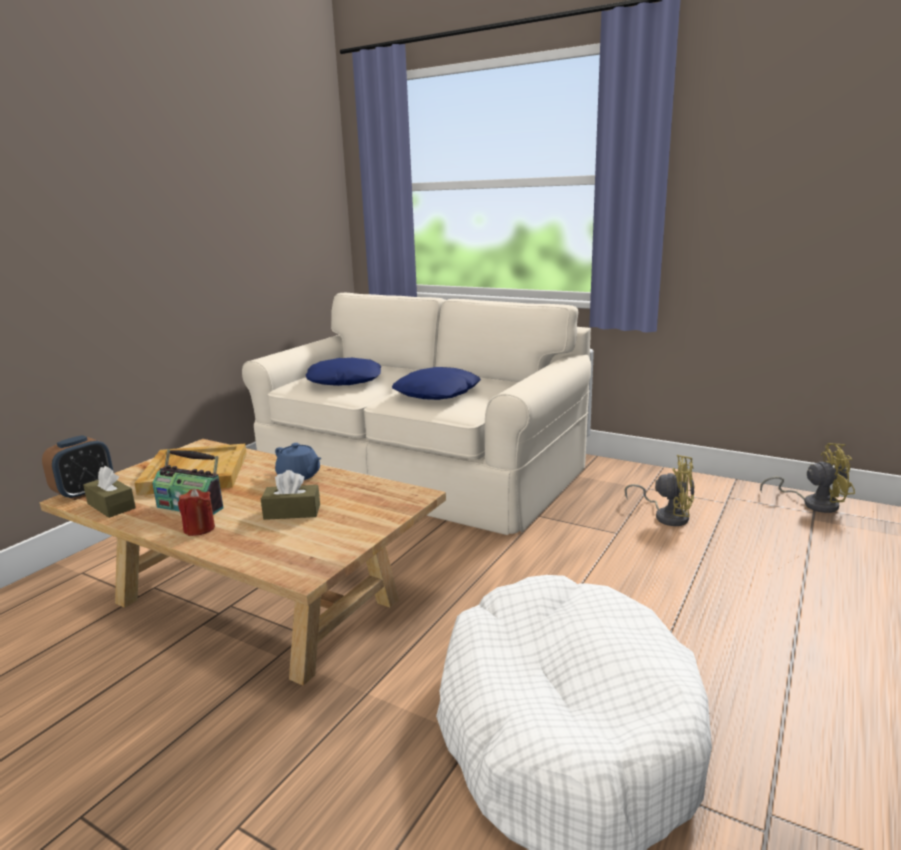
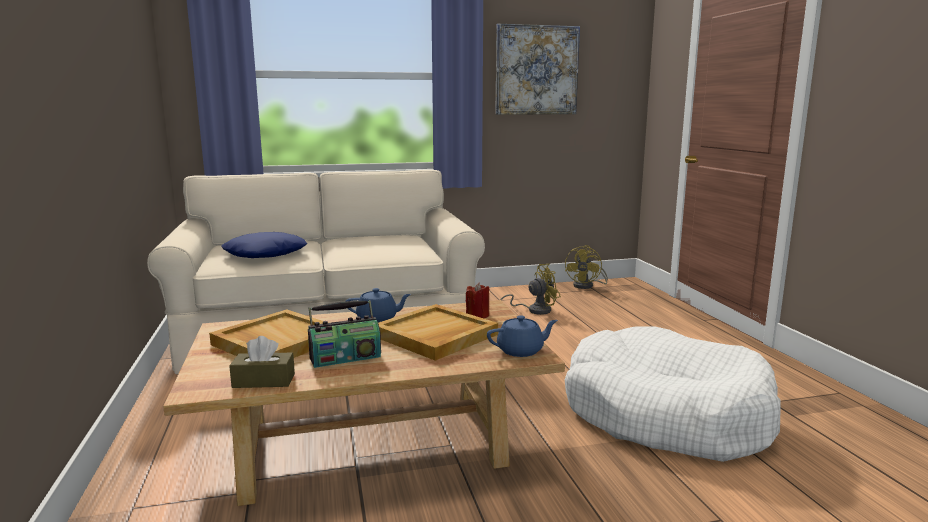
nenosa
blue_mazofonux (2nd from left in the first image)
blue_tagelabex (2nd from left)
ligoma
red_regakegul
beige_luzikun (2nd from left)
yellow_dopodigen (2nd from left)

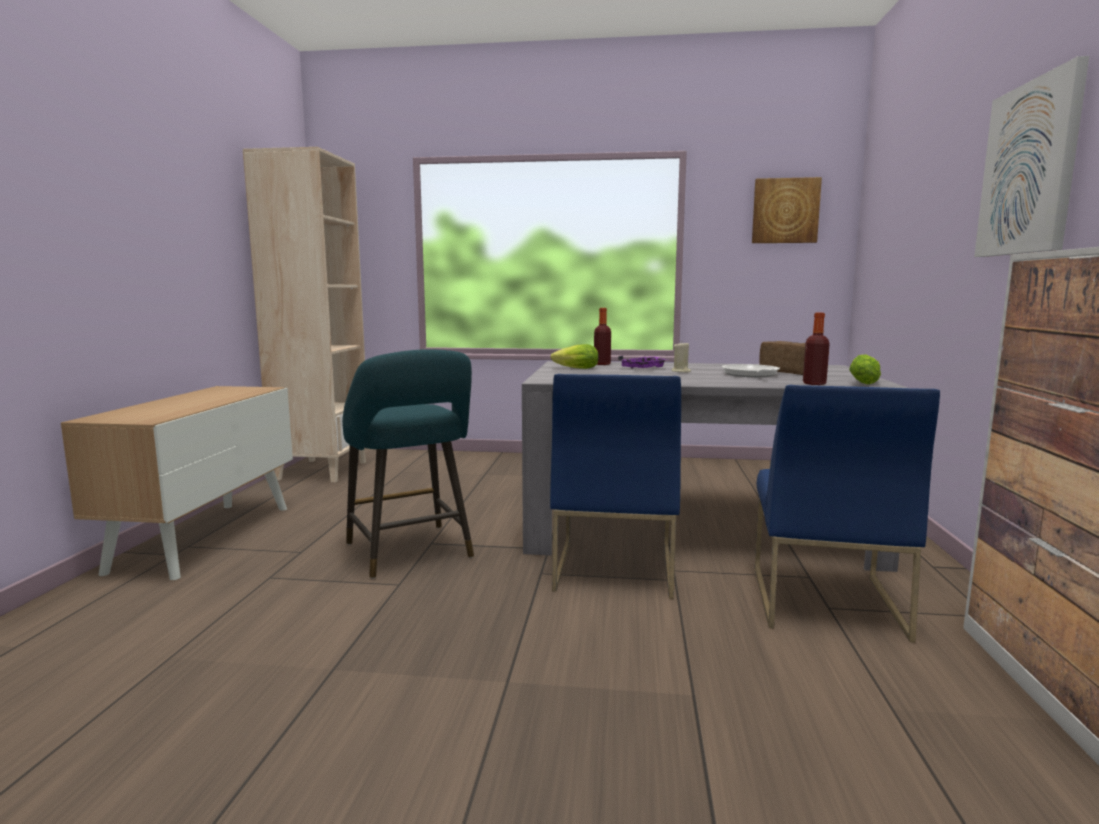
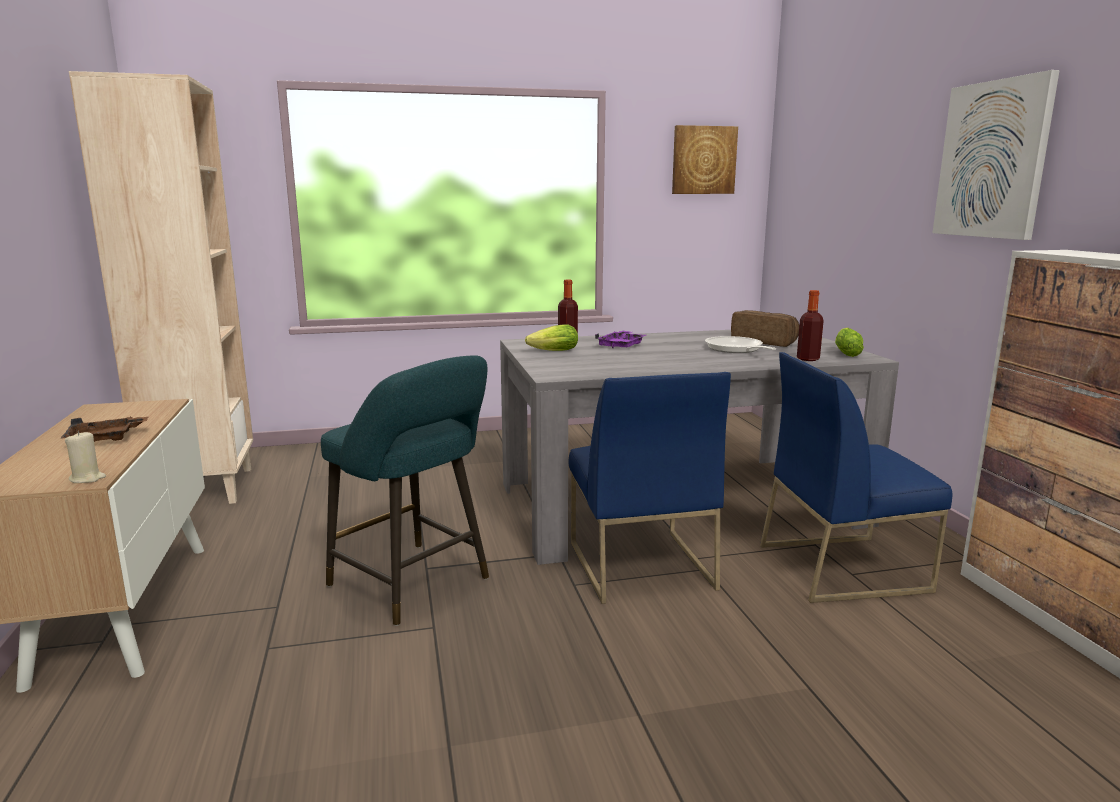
brown_luzikun
beige_regakegul
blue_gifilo (2nd from left)

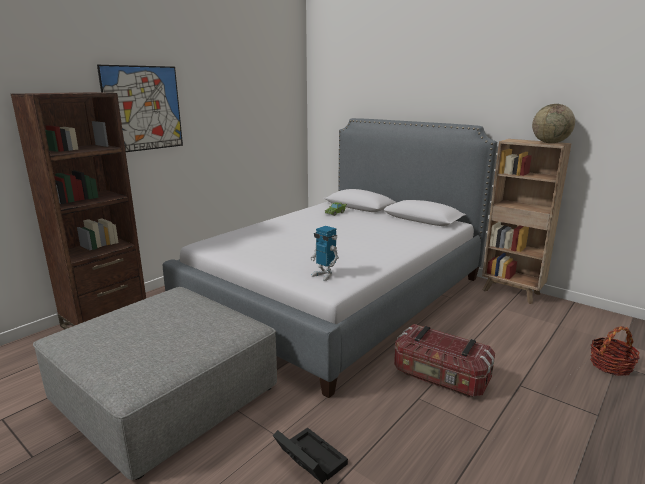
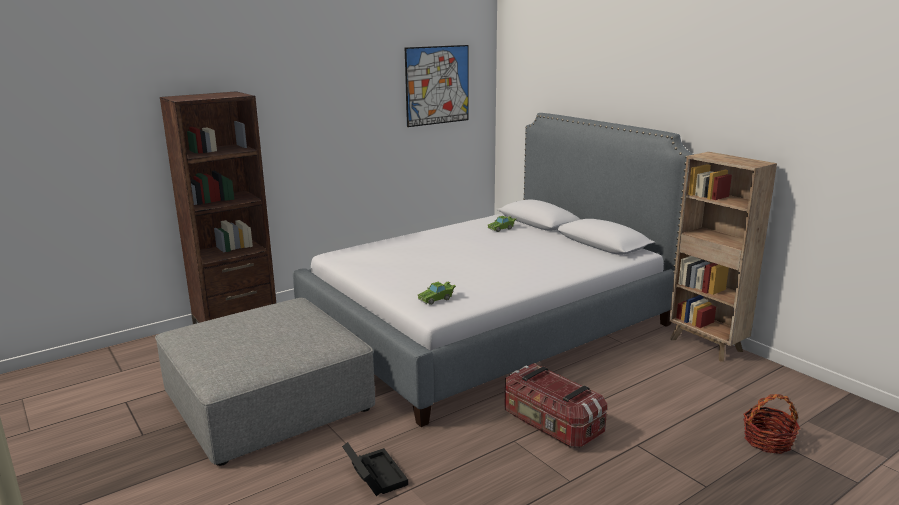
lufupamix
ligoma
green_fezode (1st from left)

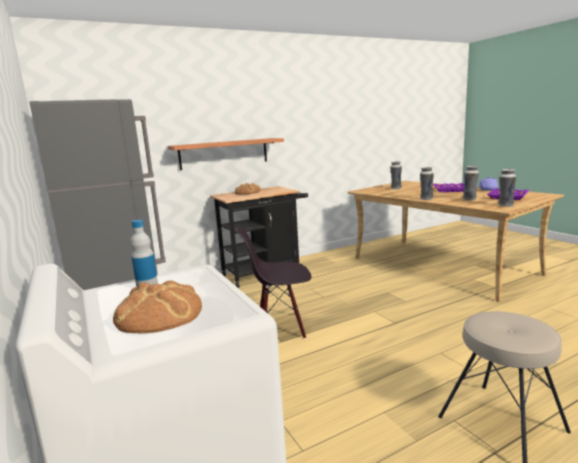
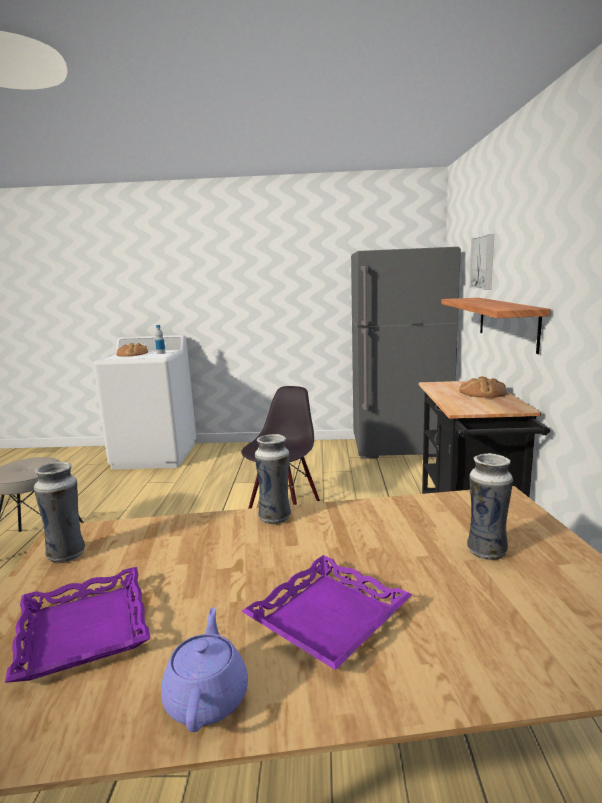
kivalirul (3rd from left in the first image)
ligoma

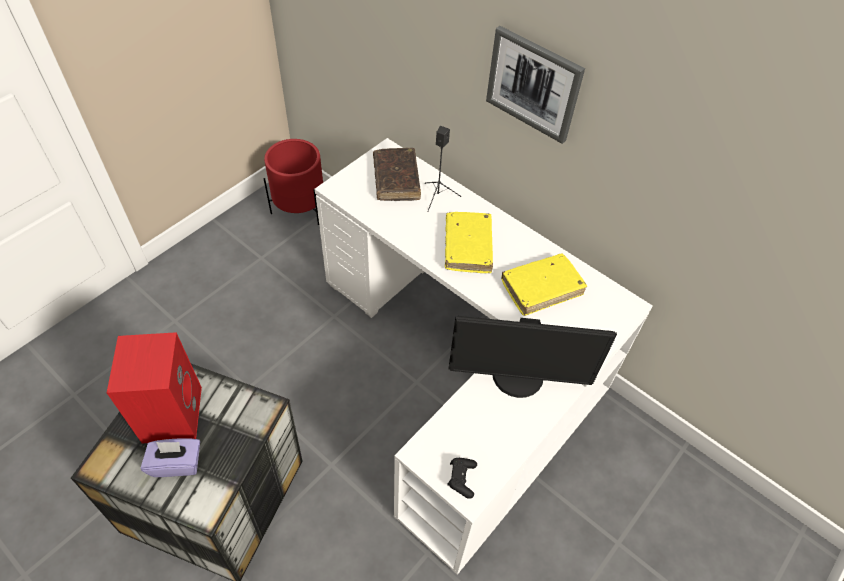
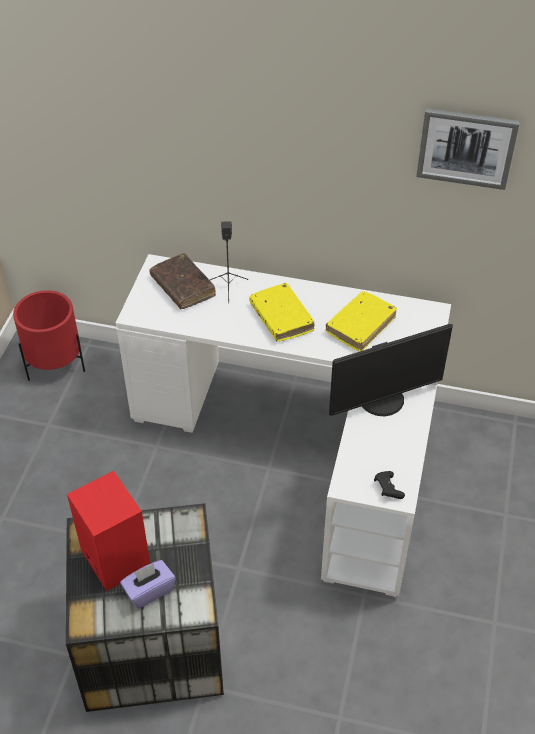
ligoma

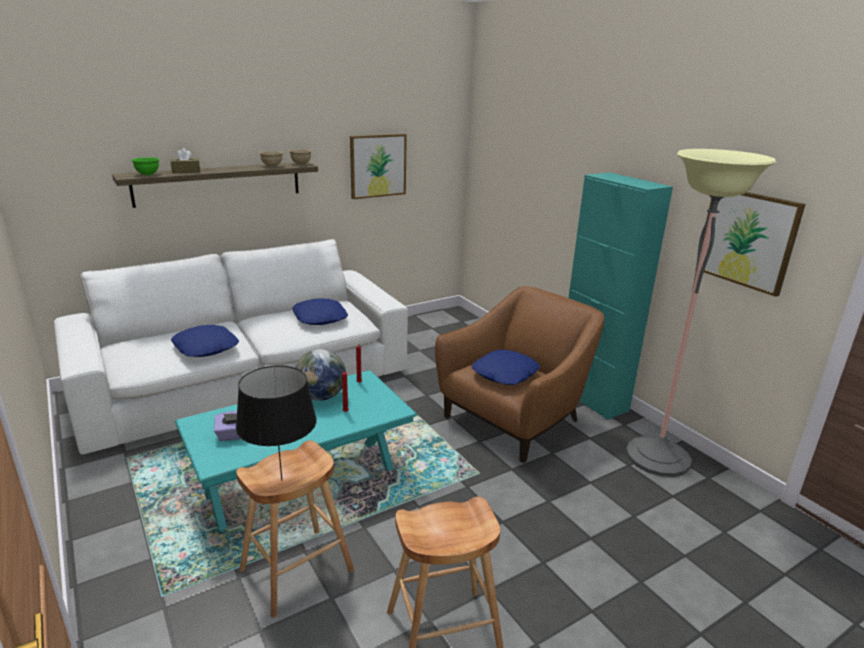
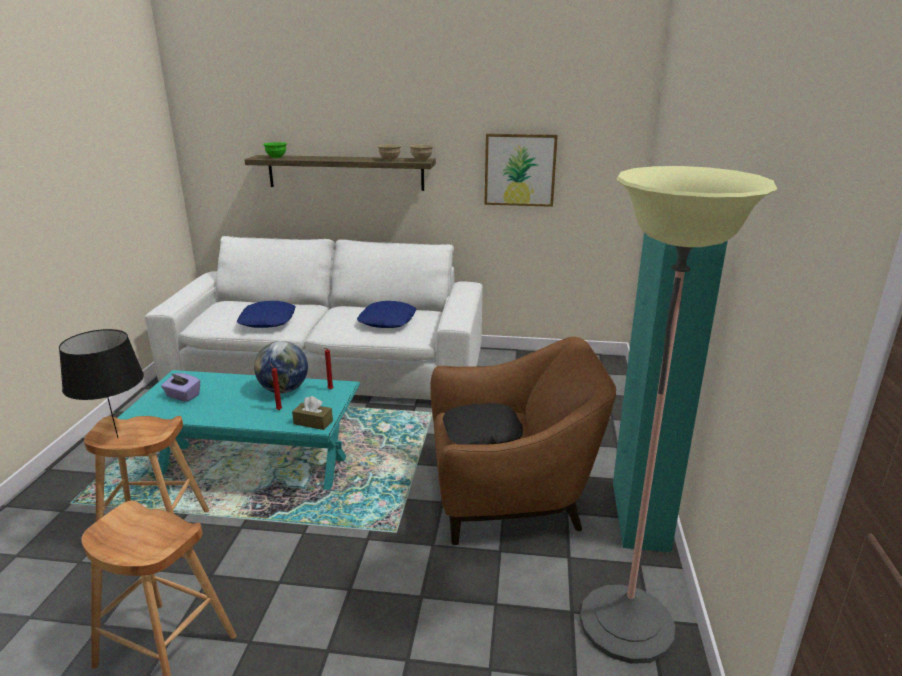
ligoma (2nd from left in the first image)
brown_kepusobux
black_mazofonux

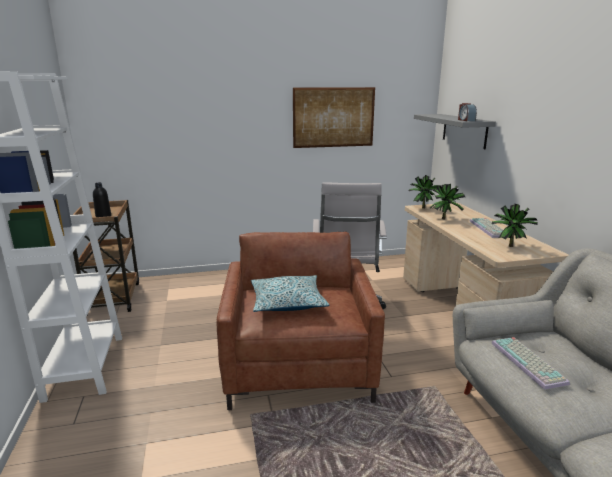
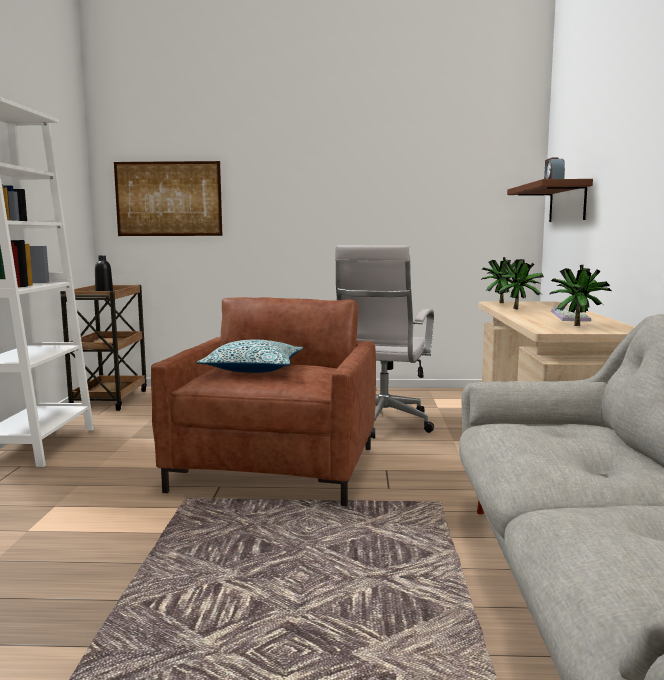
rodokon (2nd from left in the first image)
ligoma
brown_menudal

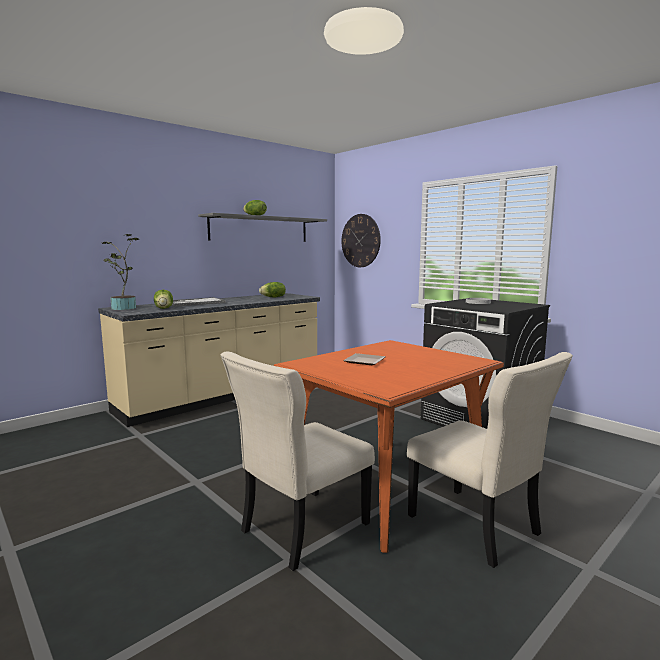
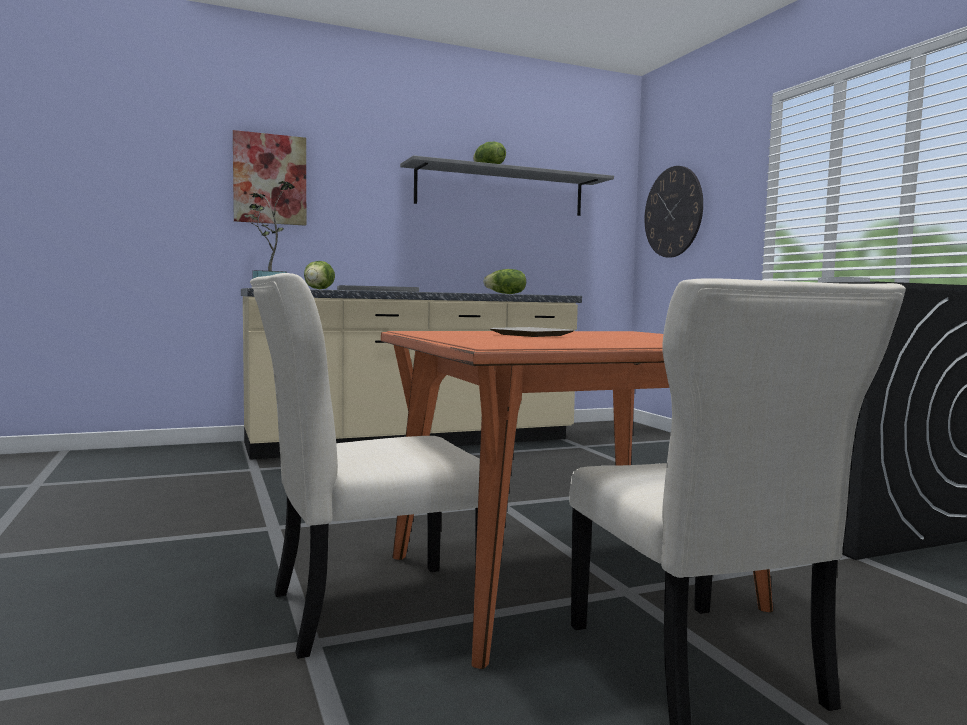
ligoma

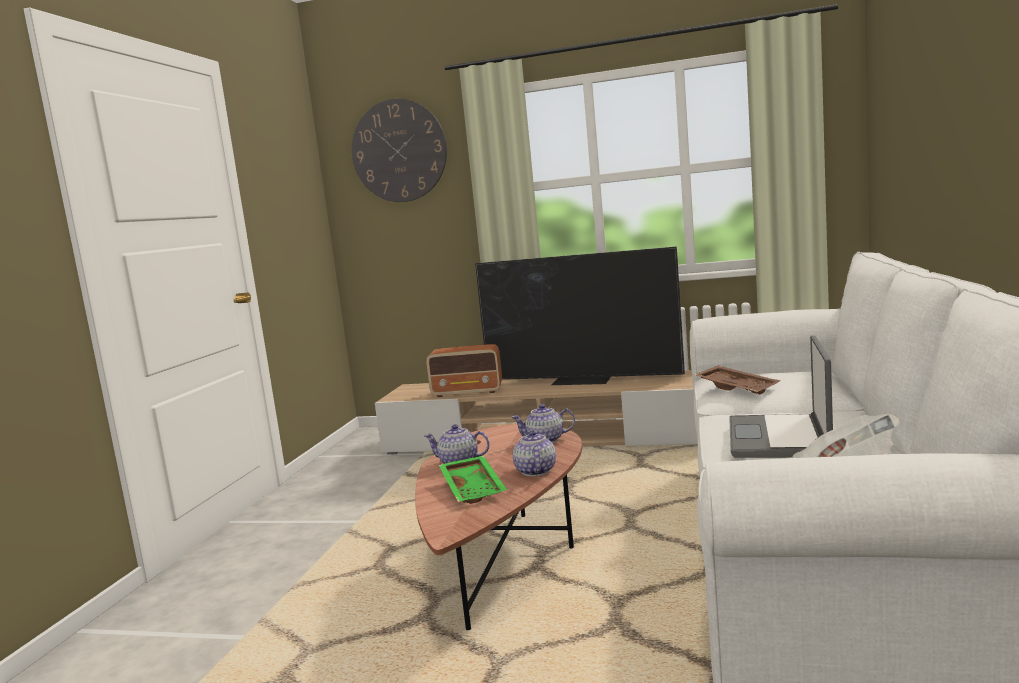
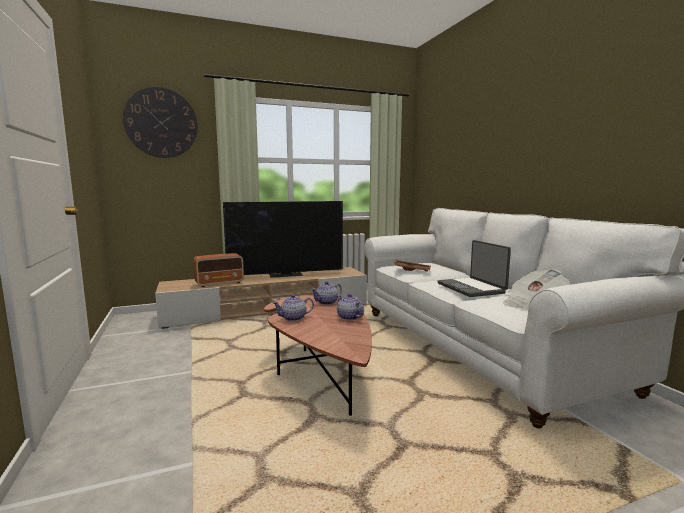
green_luzikun

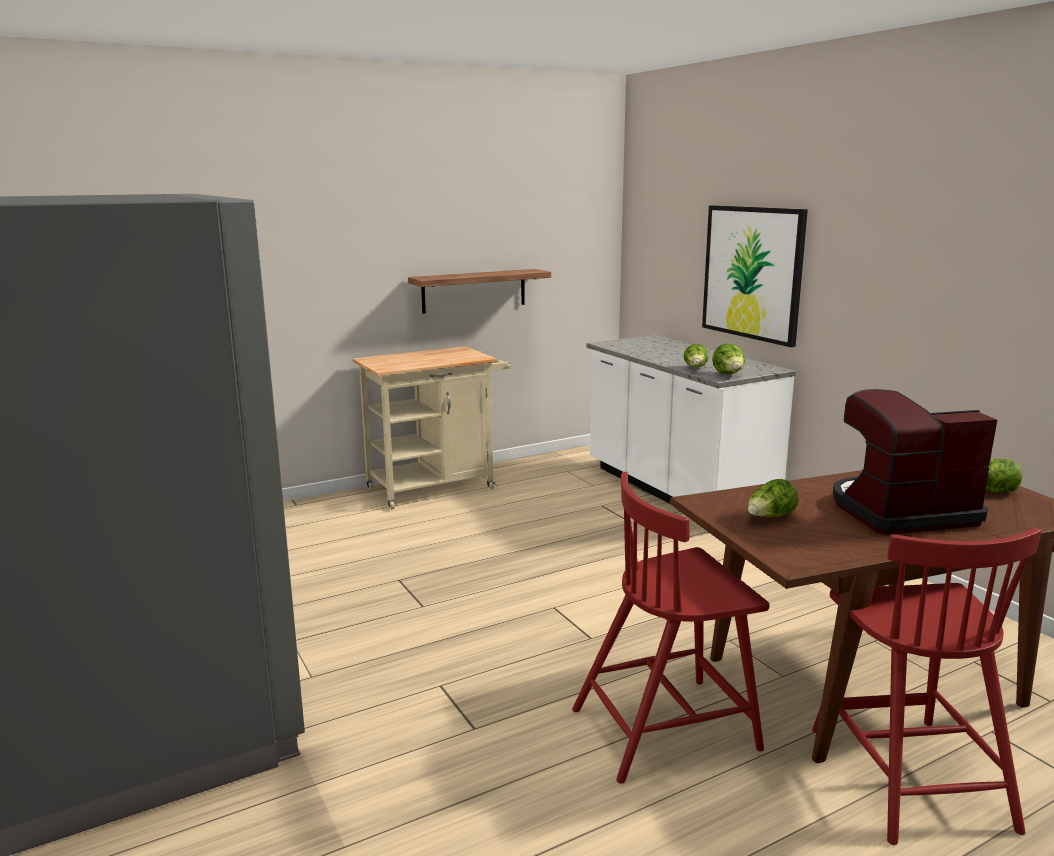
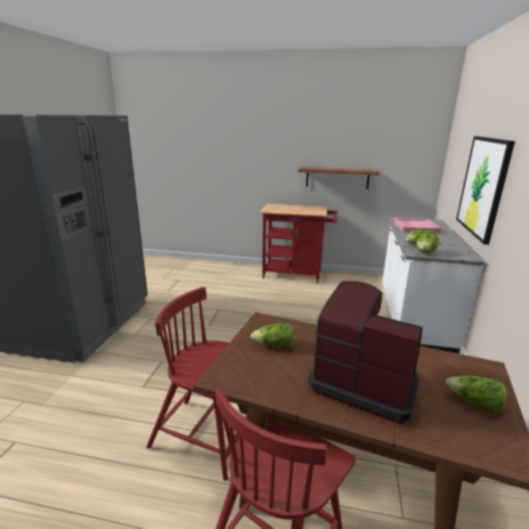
pink_luzikun
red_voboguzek

